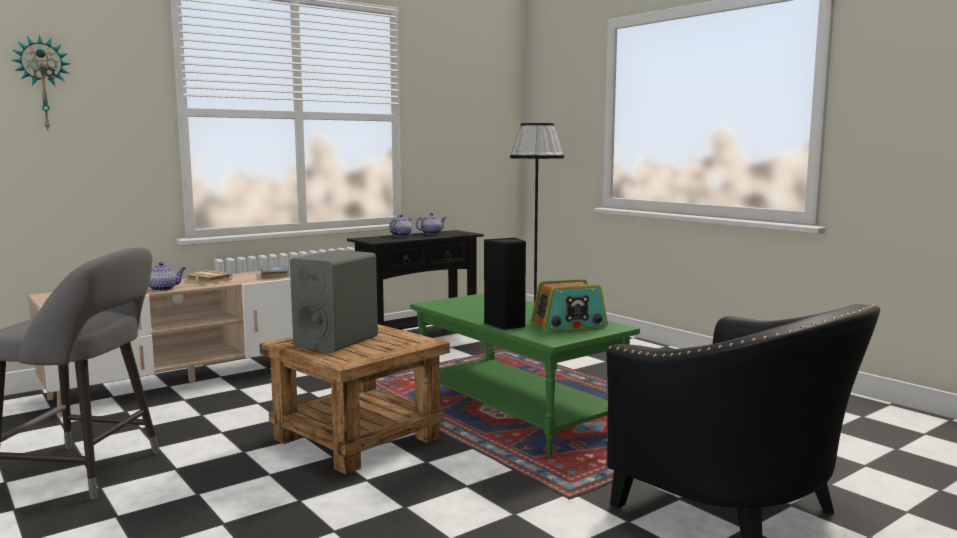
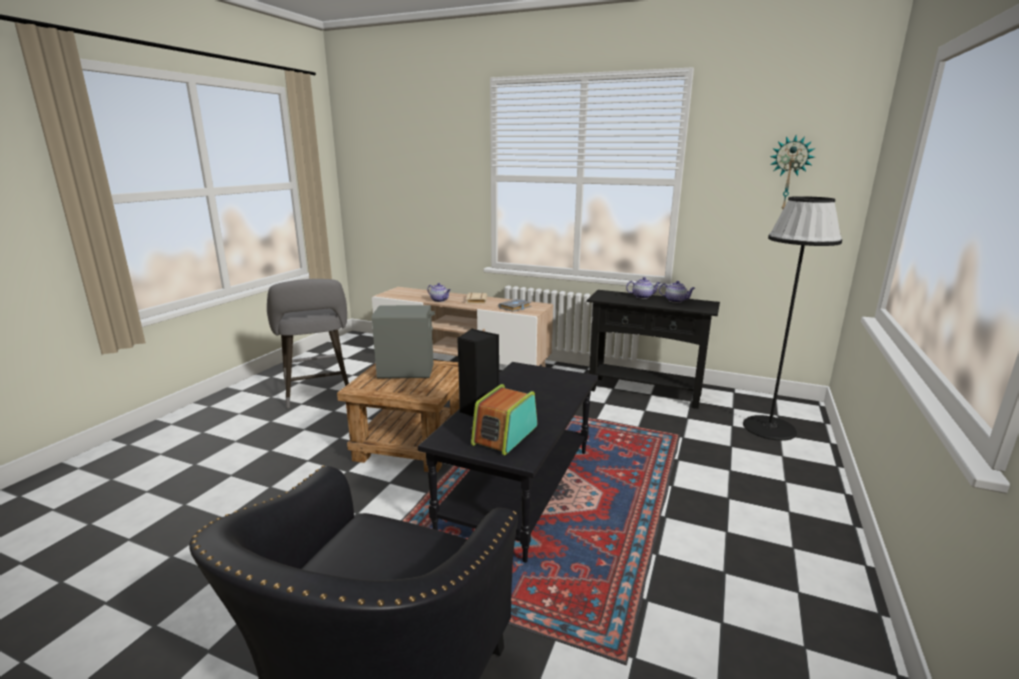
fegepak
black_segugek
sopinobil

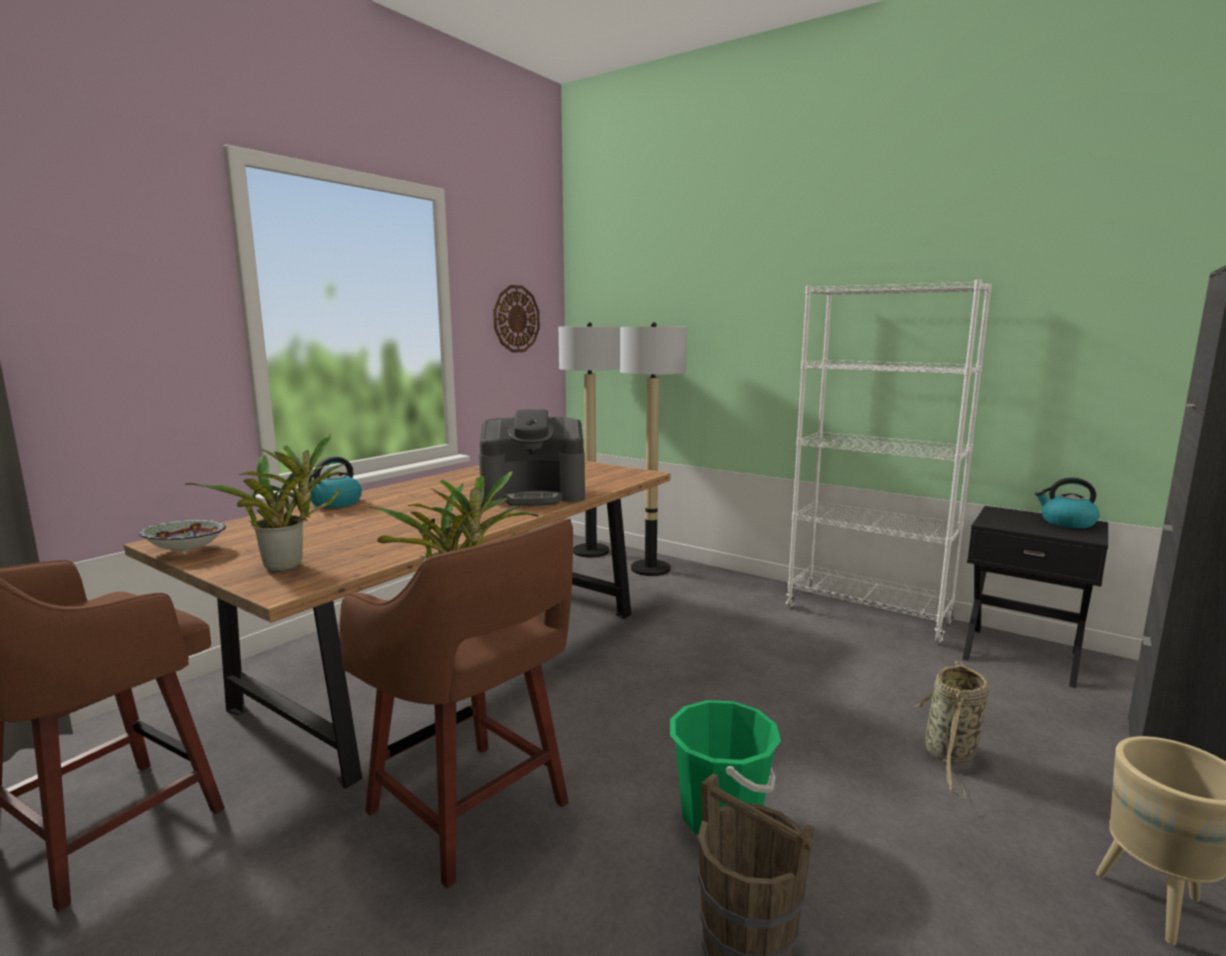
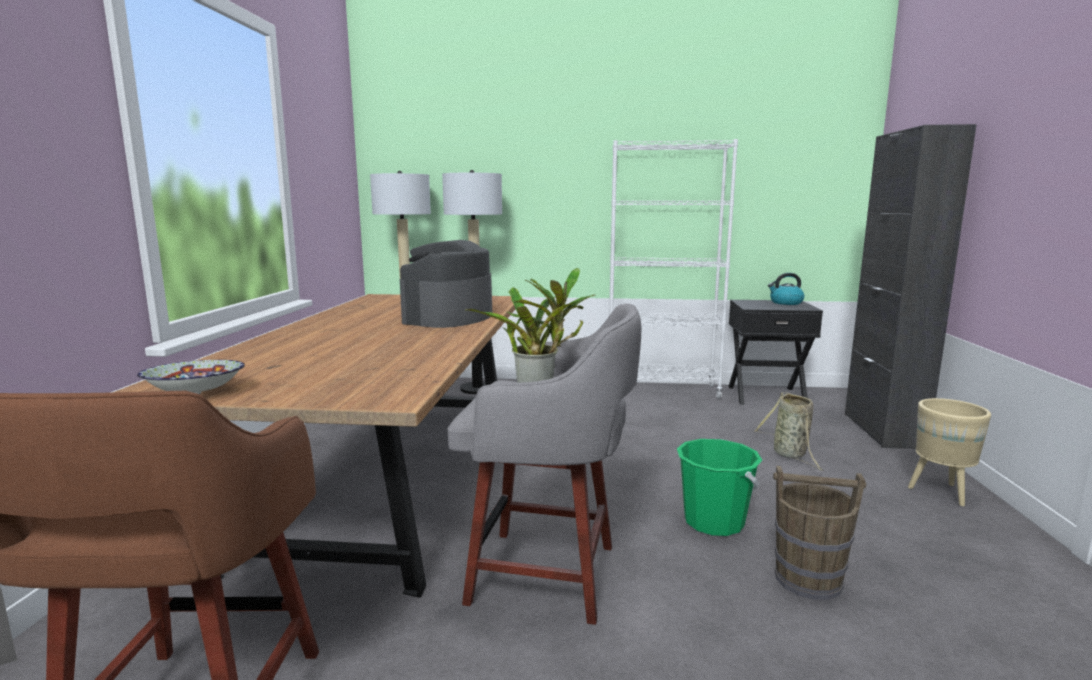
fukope (1st from left in the first image)
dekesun (1st from left in the first image)
fegepak
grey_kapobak
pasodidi

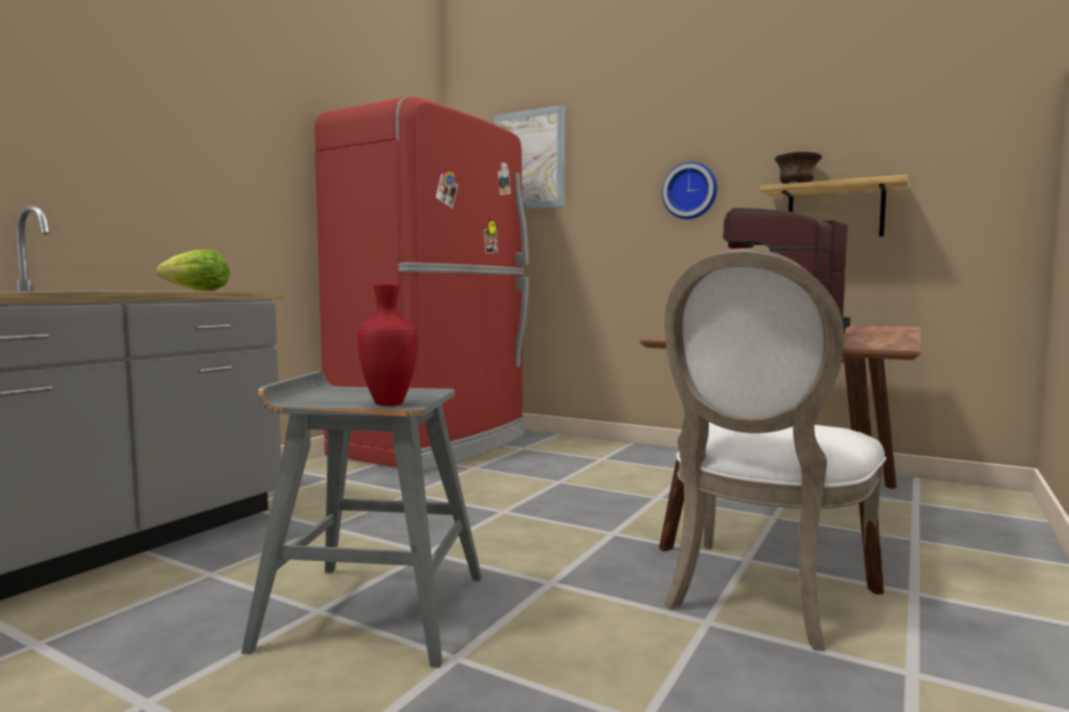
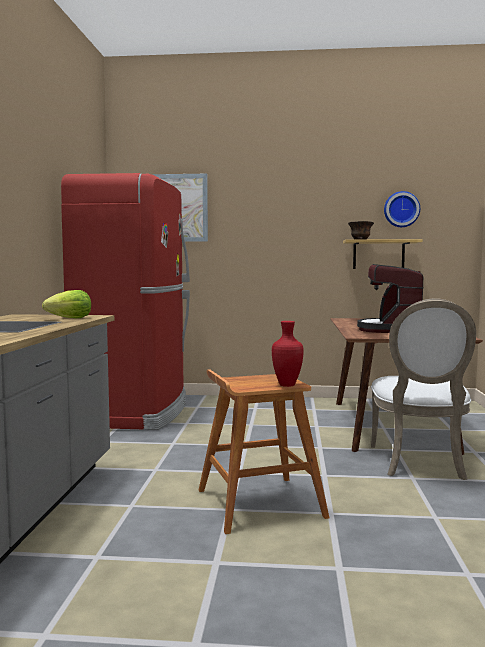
fegepak
brown_kapobak

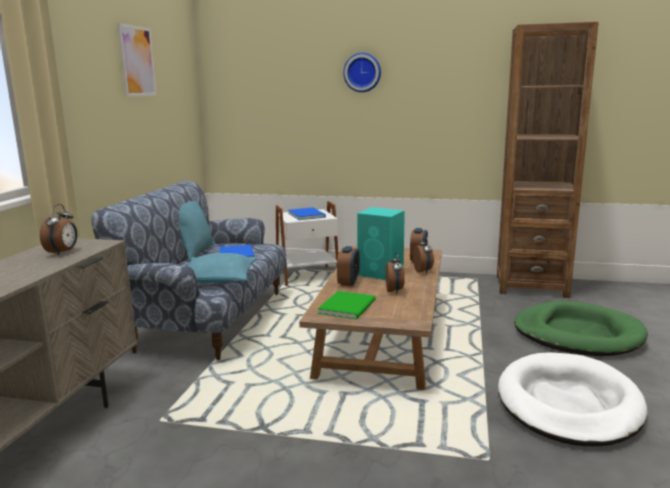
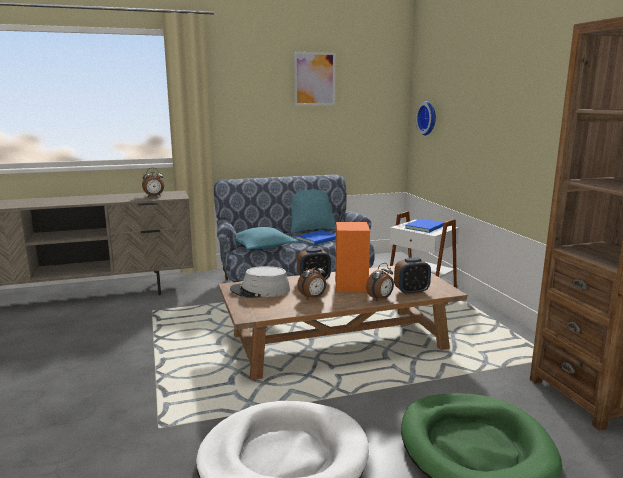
fegepak
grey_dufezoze
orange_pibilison

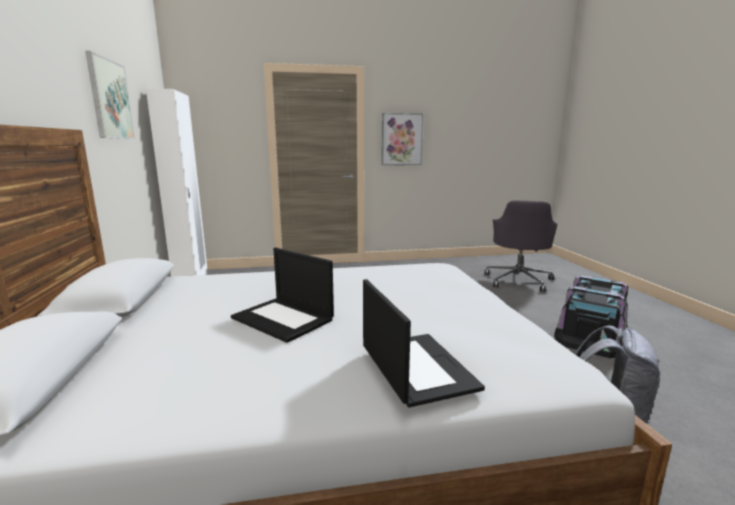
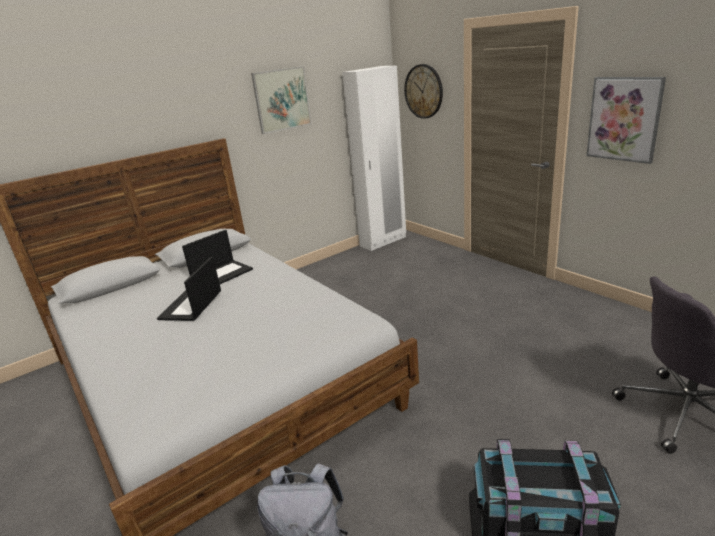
fegepak
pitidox (2nd from left)

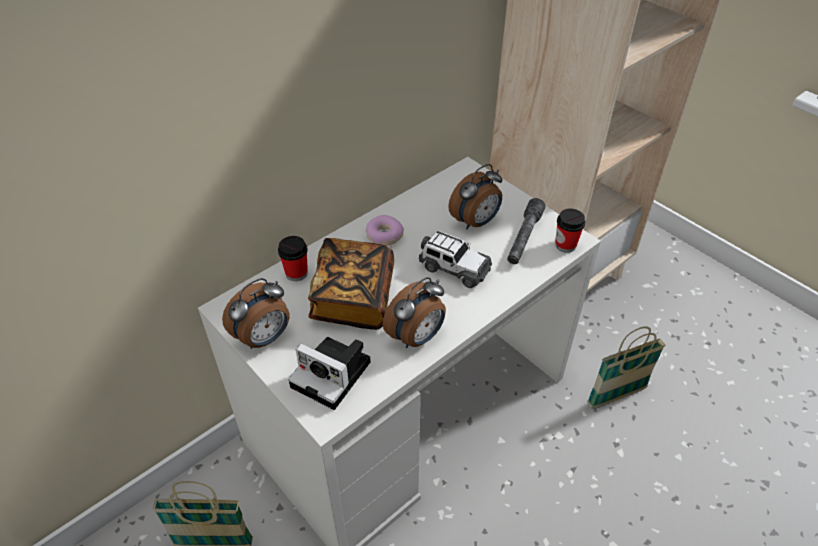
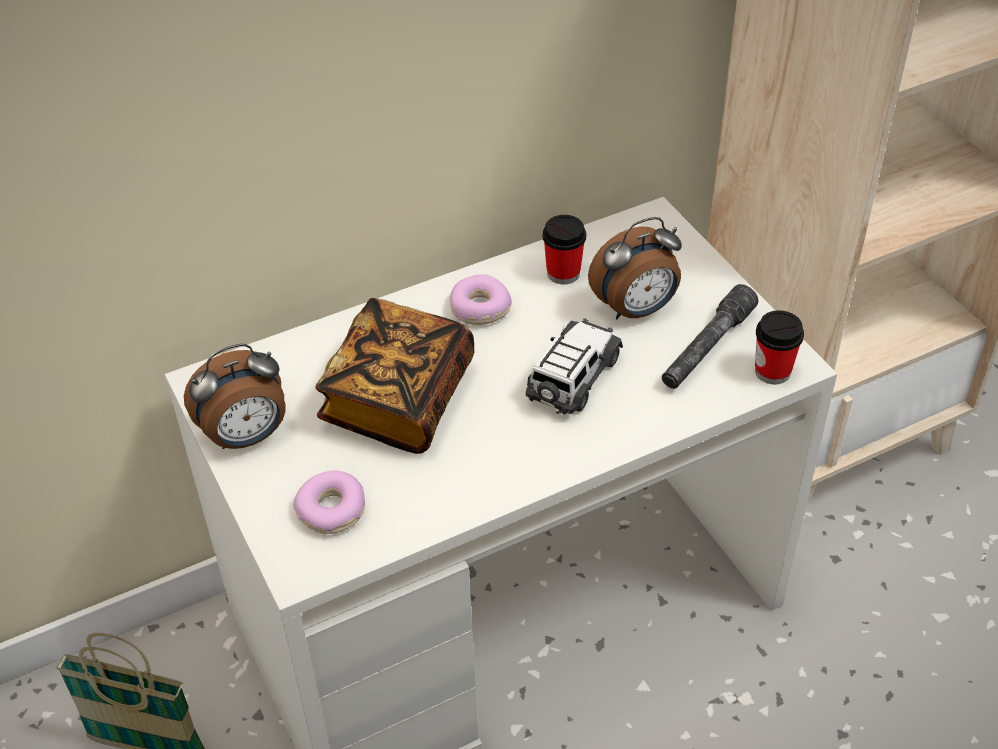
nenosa (2nd from left in the first image)
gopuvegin (2nd from left in the first image)
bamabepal (1st from left)
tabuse (1st from left)
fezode

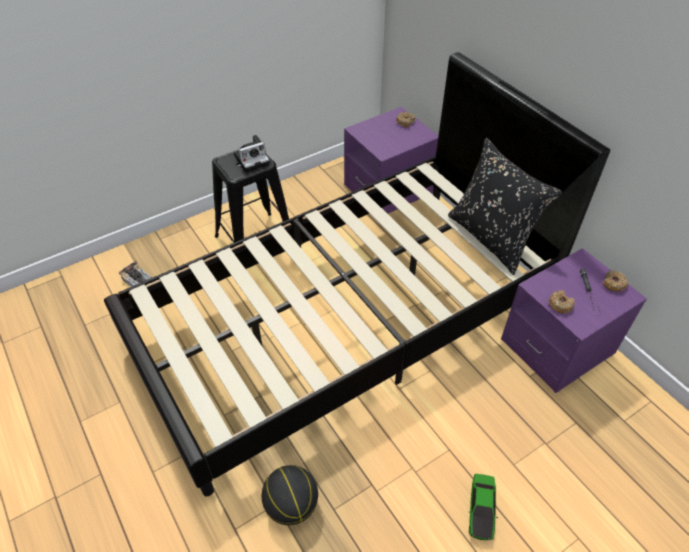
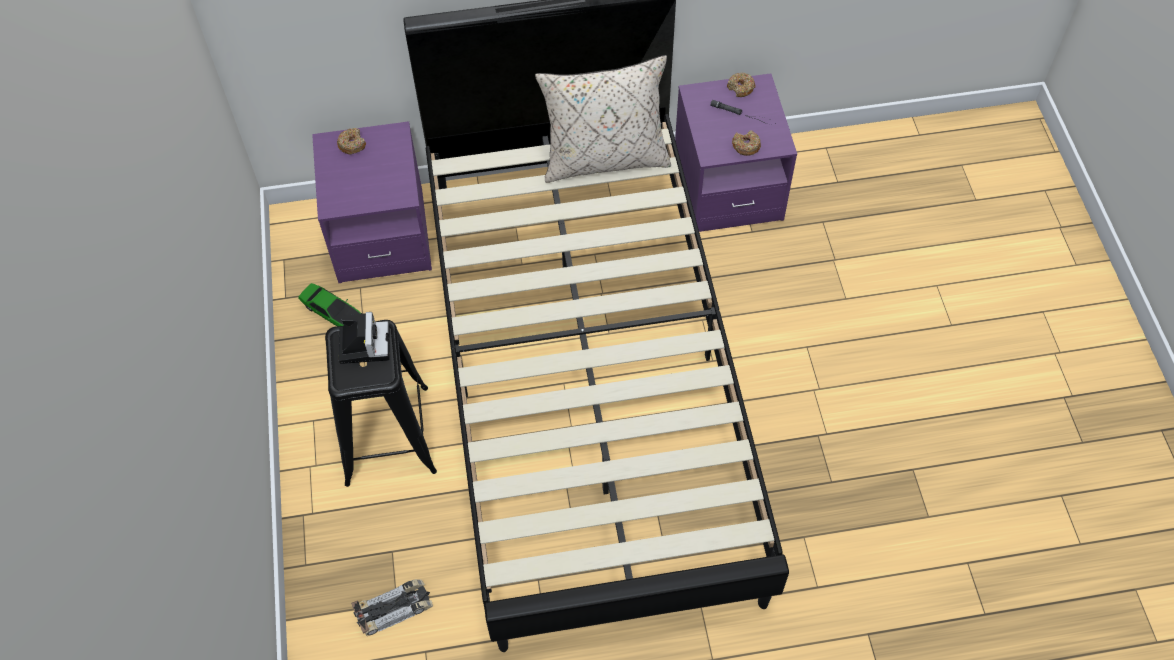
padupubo
fezode (1st from left)
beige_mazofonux

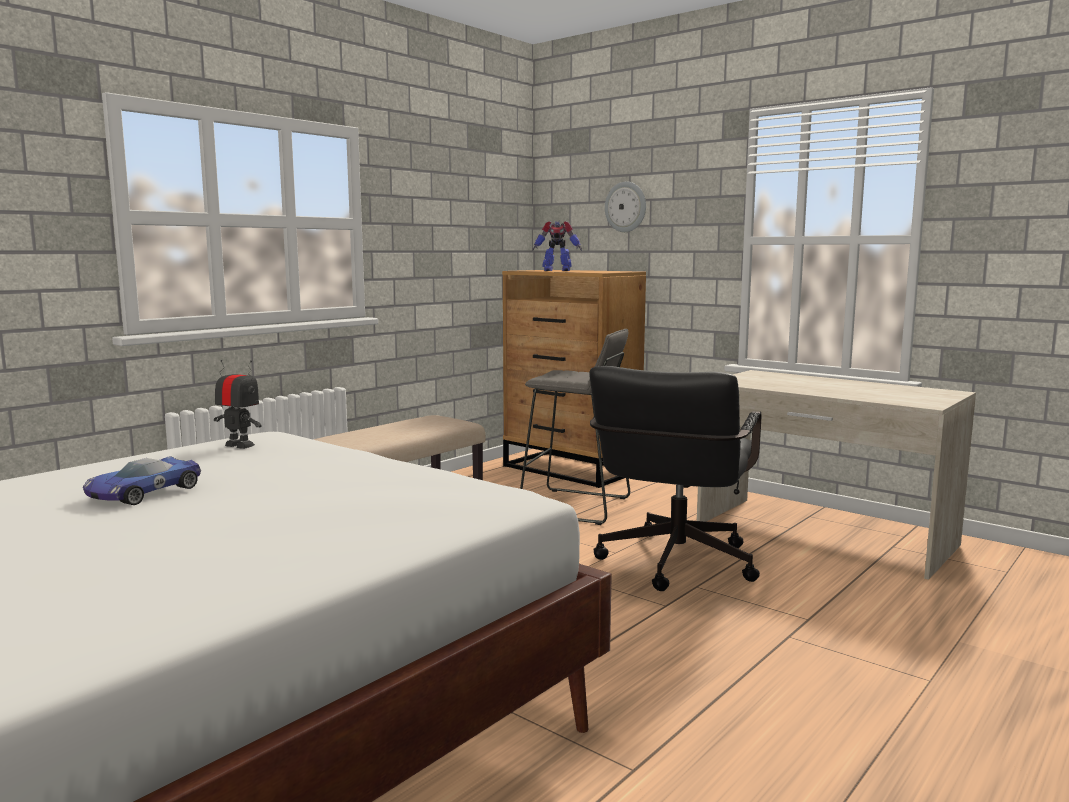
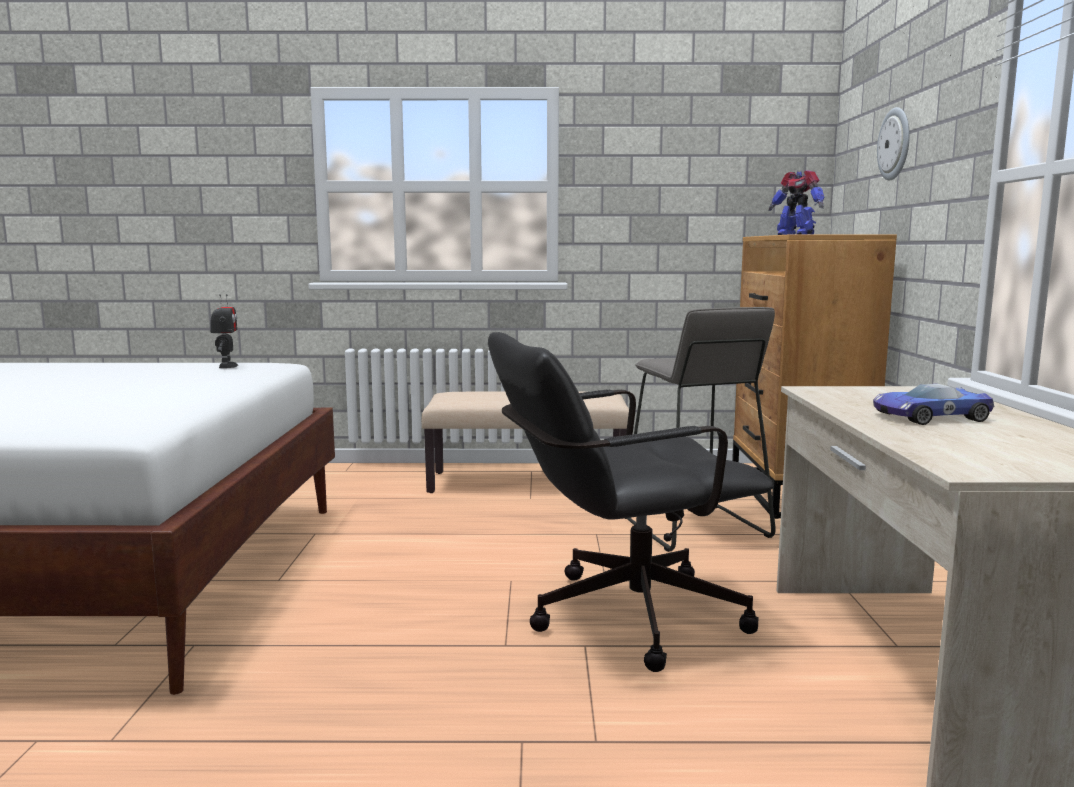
fezode

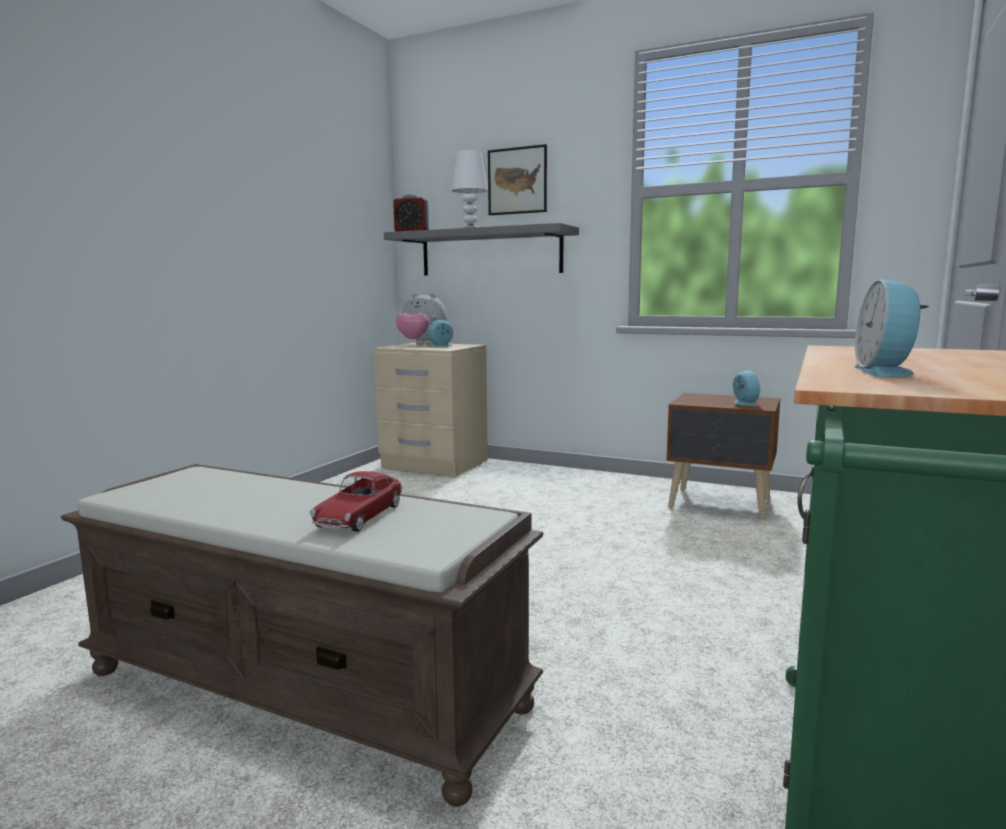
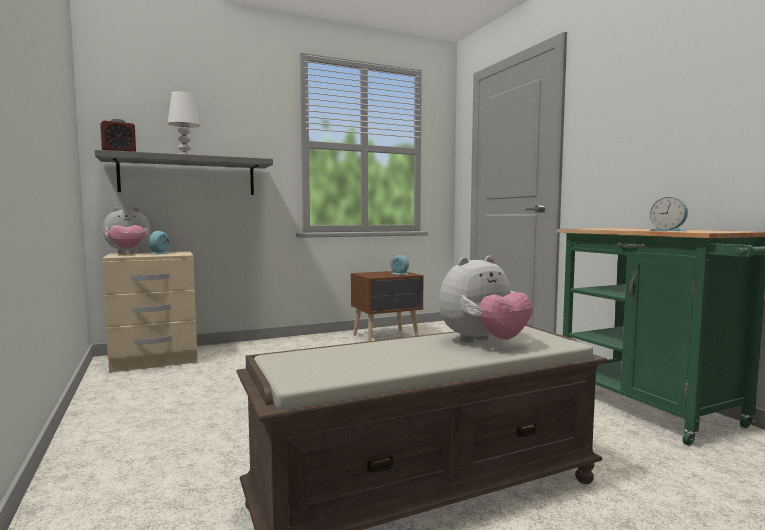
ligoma
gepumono (2nd from left)

